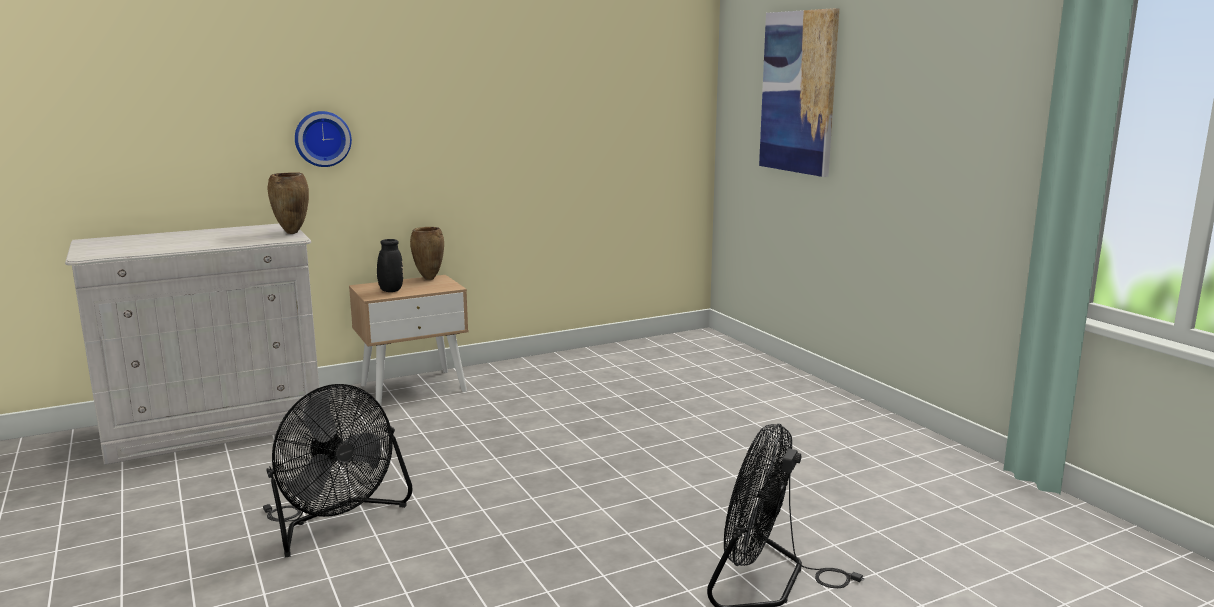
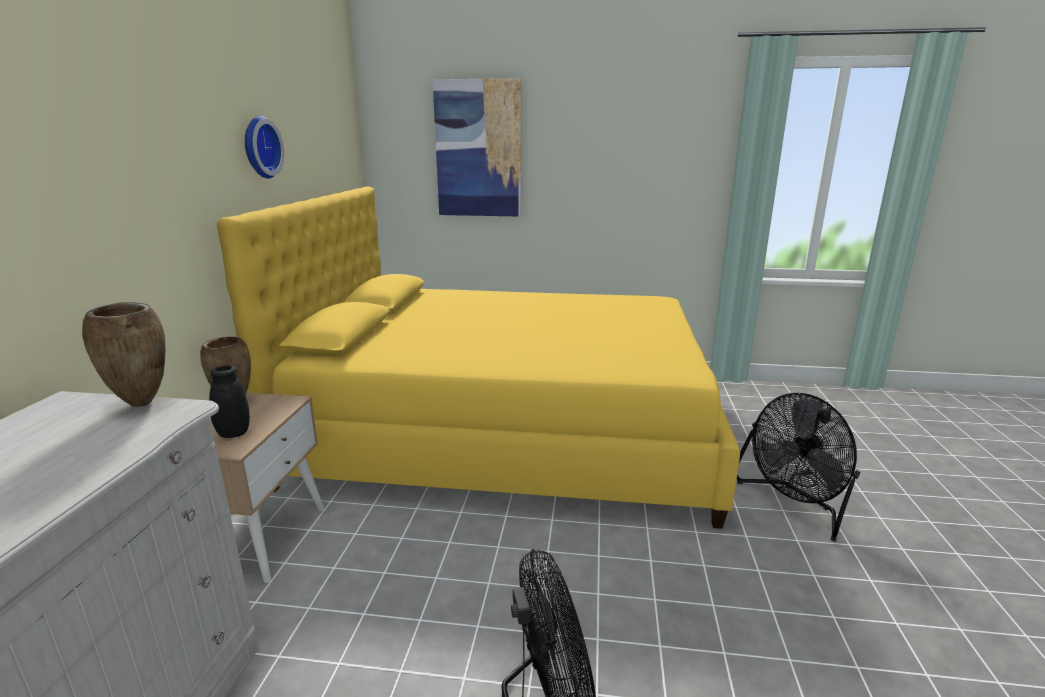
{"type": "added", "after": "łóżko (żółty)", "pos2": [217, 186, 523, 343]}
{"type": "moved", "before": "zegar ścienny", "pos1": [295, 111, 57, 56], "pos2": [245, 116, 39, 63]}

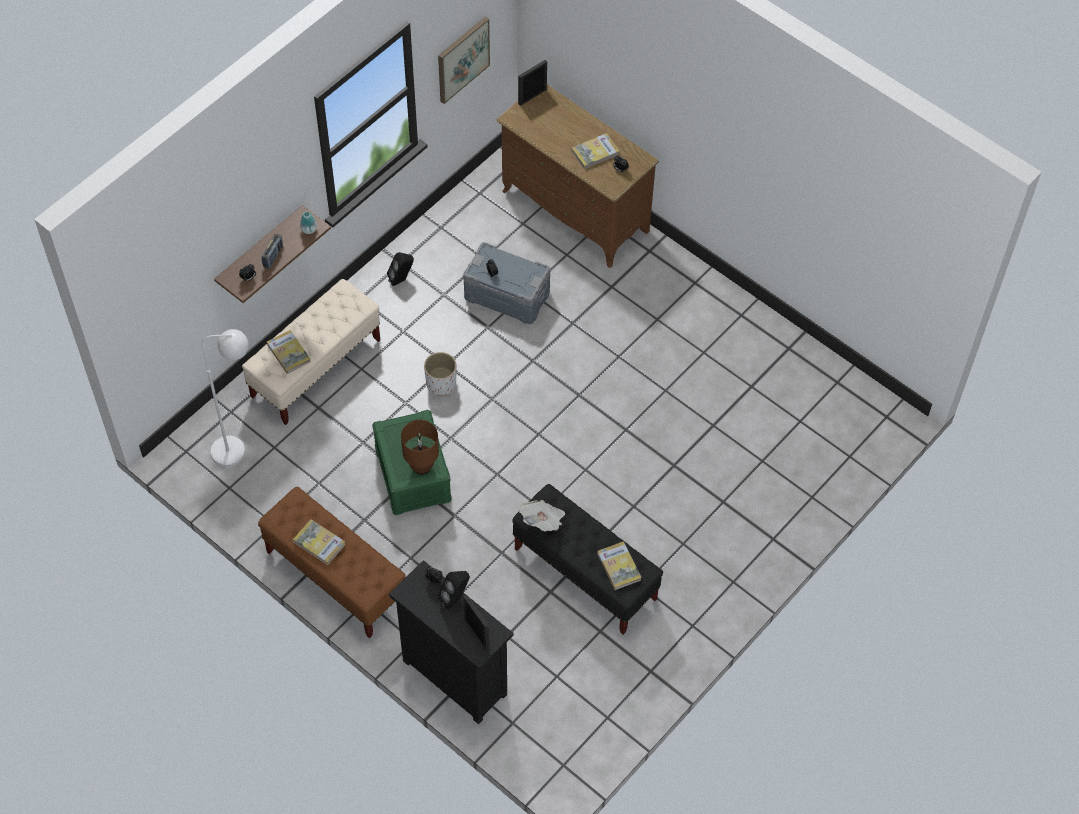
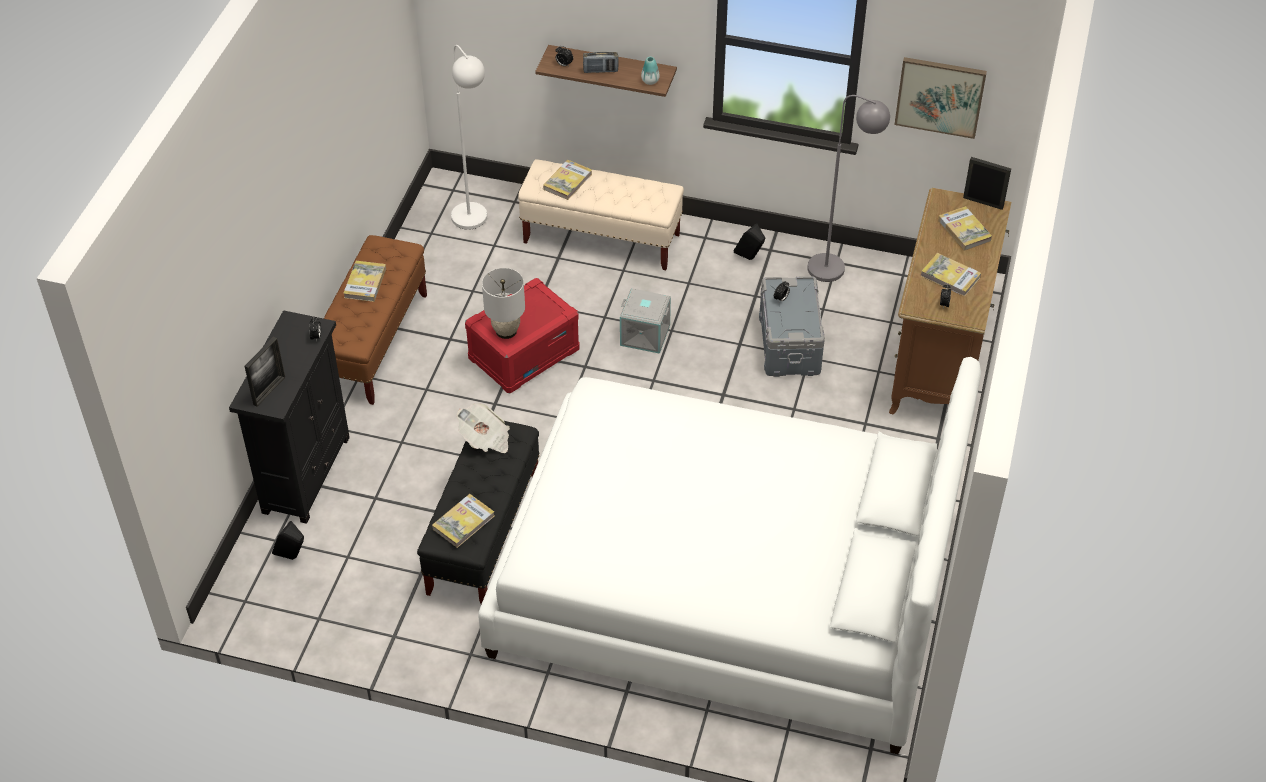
{"type": "added", "after": "łóżko (biały)", "pos2": [478, 357, 503, 397]}
{"type": "added", "after": "lampa stojąca (szary)", "pos2": [807, 95, 83, 187]}
{"type": "added", "after": "książka", "pos2": [938, 206, 54, 45]}
{"type": "moved", "before": "głośnik (czarny)", "pos1": [438, 571, 32, 39], "pos2": [272, 521, 32, 39]}
{"type": "replaced", "before": "donica (biały)", "after": "pojemnik do przechowywania (szary)", "pos1": [424, 352, 32, 44], "pos2": [620, 289, 51, 65]}
{"type": "recoloured", "before": "pojemnik do przechowywania (zielony)", "after": "pojemnik do przechowywania (czerwony)", "pos1": [372, 410, 80, 105], "pos2": [465, 278, 115, 115]}
{"type": "recoloured", "before": "lampa stołowa (brązowy)", "after": "lampa stołowa (biały)", "pos1": [401, 420, 38, 55], "pos2": [482, 268, 43, 71]}

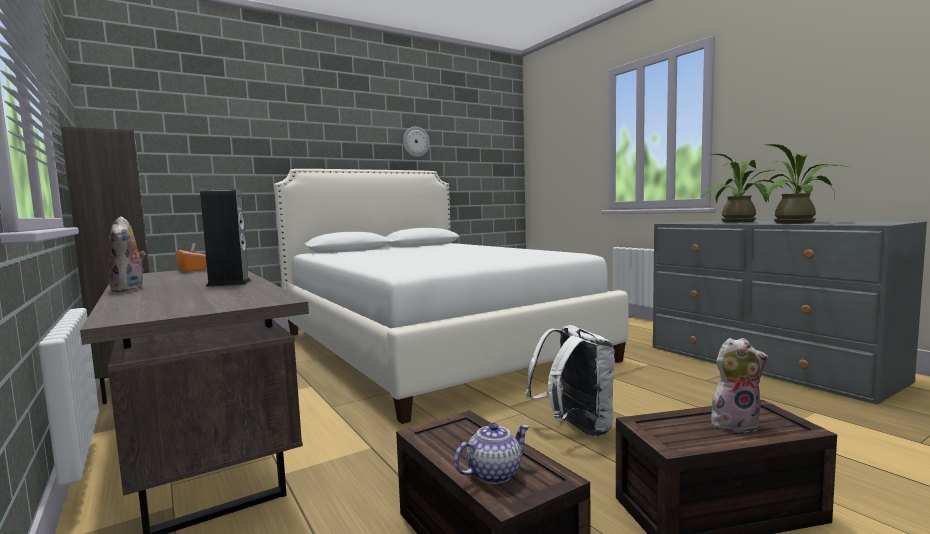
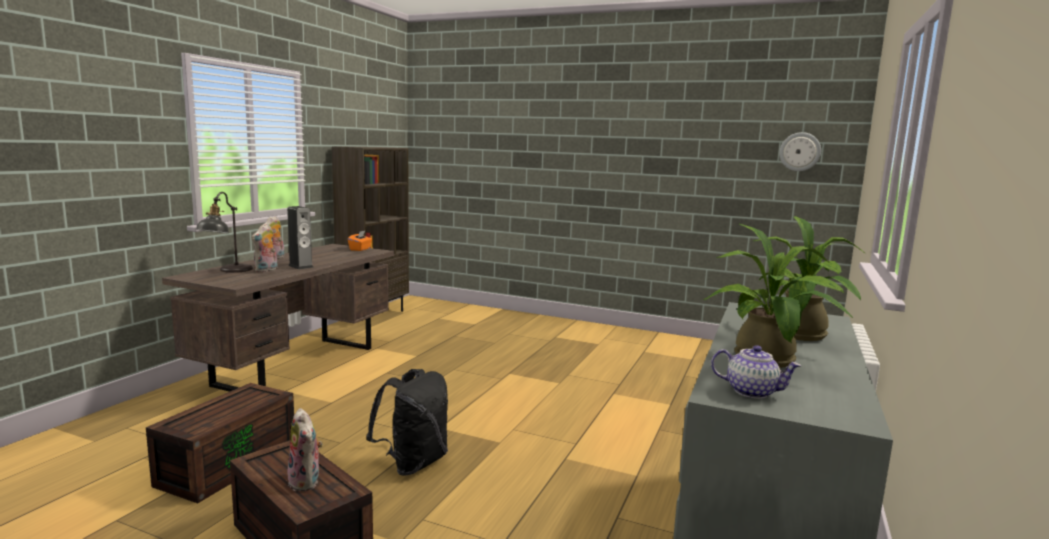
{"type": "removed", "before": "łóżko (biały)", "pos1": [274, 169, 354, 255]}
{"type": "added", "after": "lampa stołowa (szary)", "pos2": [196, 192, 57, 81]}
{"type": "added", "after": "pluszak", "pos2": [251, 224, 27, 49]}
{"type": "moved", "before": "zegar ścienny", "pos1": [403, 127, 27, 30], "pos2": [779, 132, 42, 39]}
{"type": "moved", "before": "imbryk", "pos1": [454, 423, 76, 61], "pos2": [711, 345, 90, 54]}
{"type": "recoloured", "before": "plecak (biały)", "after": "plecak (czarny)", "pos1": [525, 325, 90, 112], "pos2": [366, 369, 82, 107]}

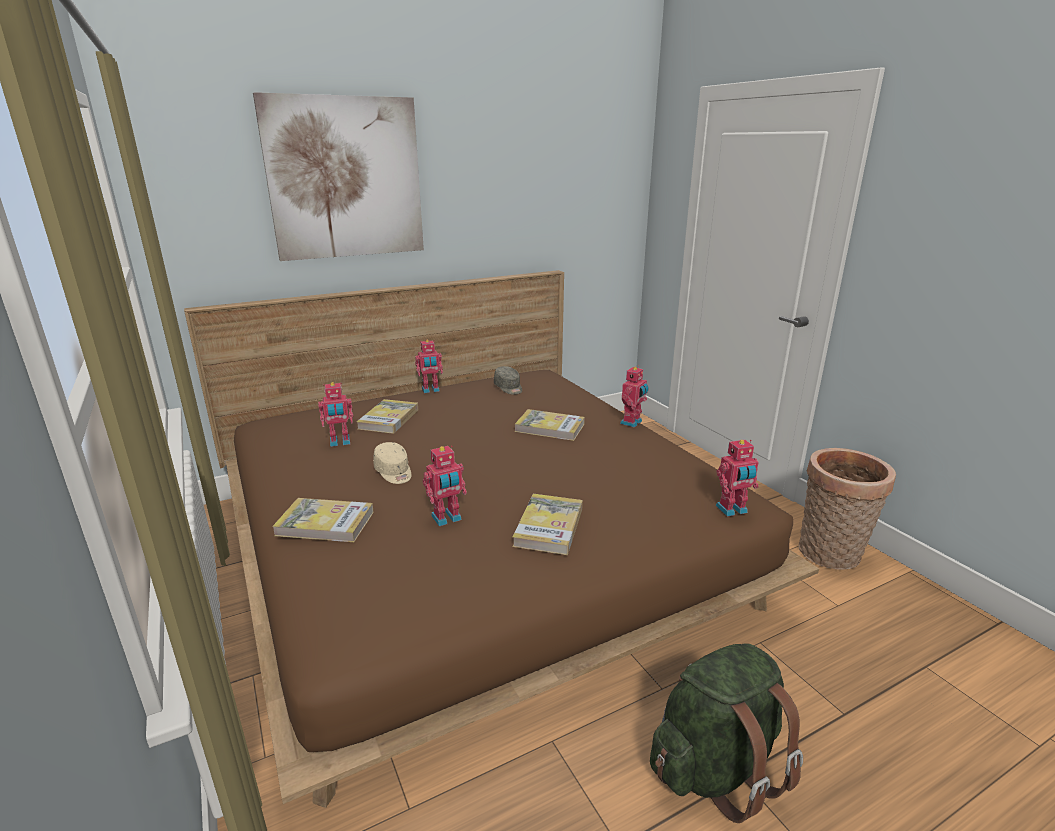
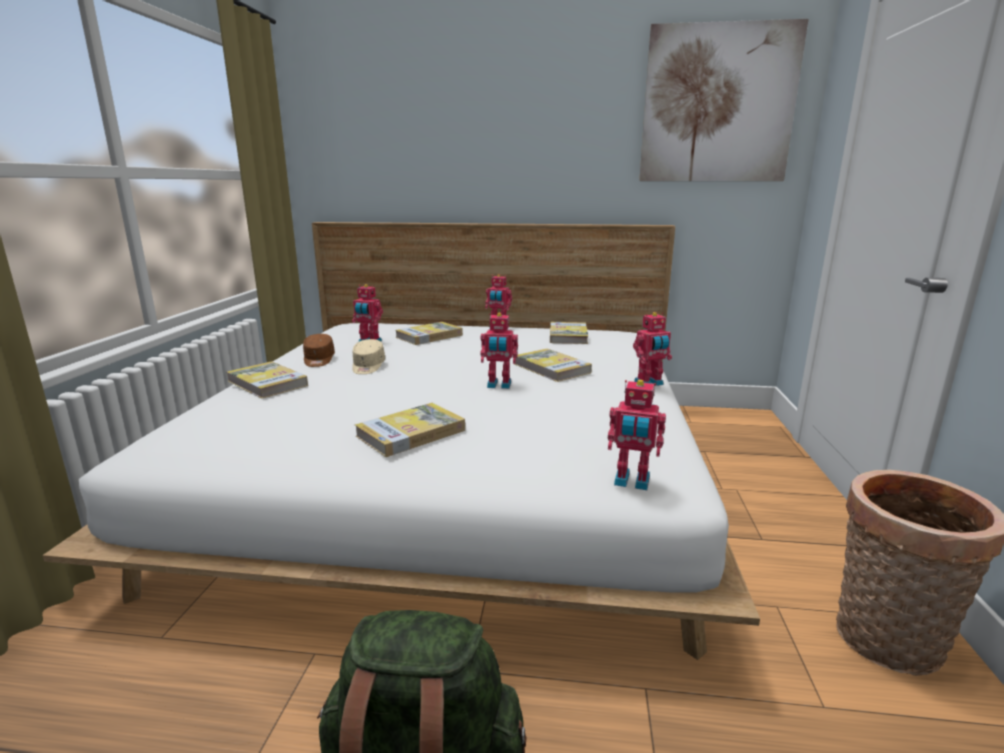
{"type": "added", "after": "czapka z daszkiem (brązowy)", "pos2": [303, 334, 32, 33]}
{"type": "moved", "before": "obraz", "pos1": [253, 92, 171, 169], "pos2": [639, 19, 169, 162]}
{"type": "moved", "before": "robot zabawkowy", "pos1": [423, 446, 44, 80], "pos2": [480, 313, 38, 76]}
{"type": "replaced", "before": "czapka z daszkiem (szary)", "after": "książka", "pos1": [494, 366, 28, 29], "pos2": [550, 322, 38, 22]}
{"type": "recoloured", "before": "łóżko (brązowy)", "after": "łóżko (biały)", "pos1": [184, 270, 635, 538], "pos2": [42, 222, 718, 438]}

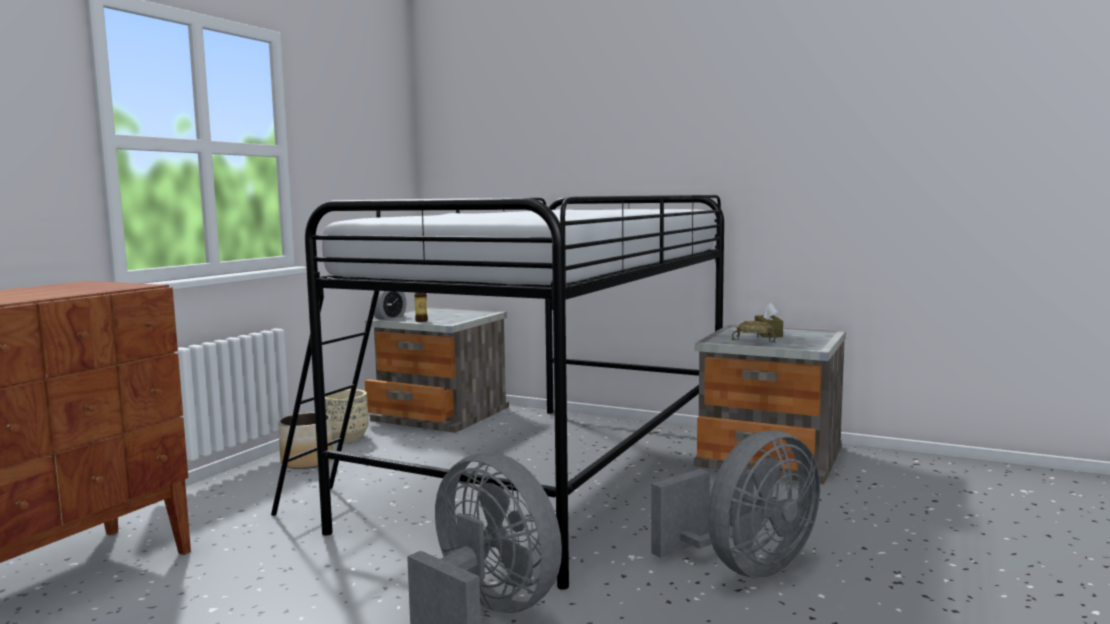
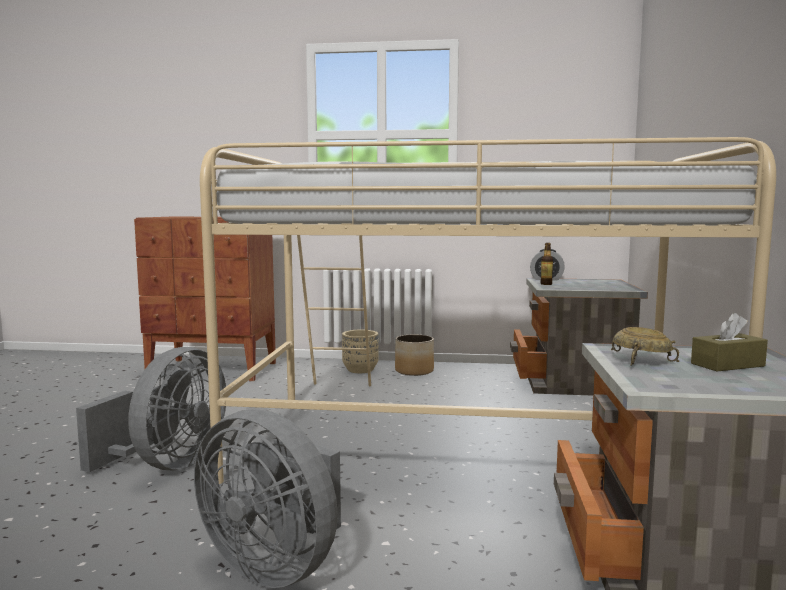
{"type": "moved", "before": "donica (beżowy)", "pos1": [325, 389, 44, 54], "pos2": [342, 329, 37, 44]}
{"type": "recoloured", "before": "łóżko (czarny)", "after": "łóżko (beżowy)", "pos1": [271, 195, 453, 395], "pos2": [200, 137, 576, 347]}

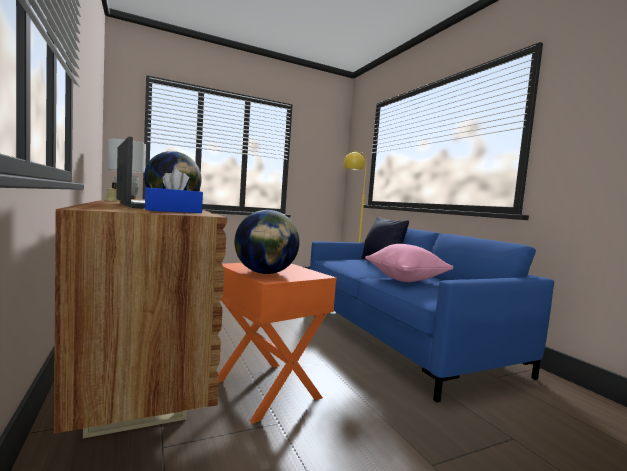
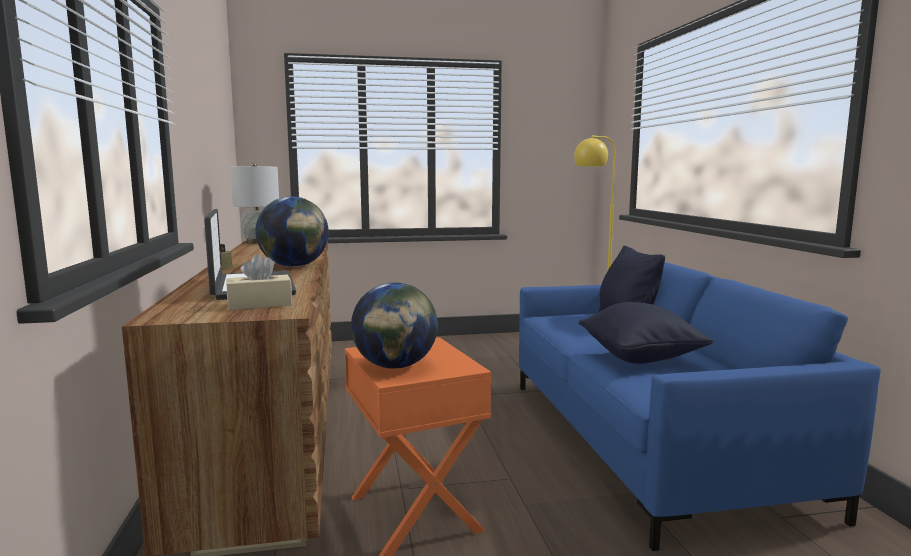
{"type": "recoloured", "before": "pudełko chusteczek (niebieski)", "after": "pudełko chusteczek (beżowy)", "pos1": [145, 169, 58, 44], "pos2": [226, 254, 66, 56]}
{"type": "recoloured", "before": "poduszka (różowy)", "after": "poduszka (czarny)", "pos1": [365, 244, 89, 38], "pos2": [579, 302, 134, 62]}

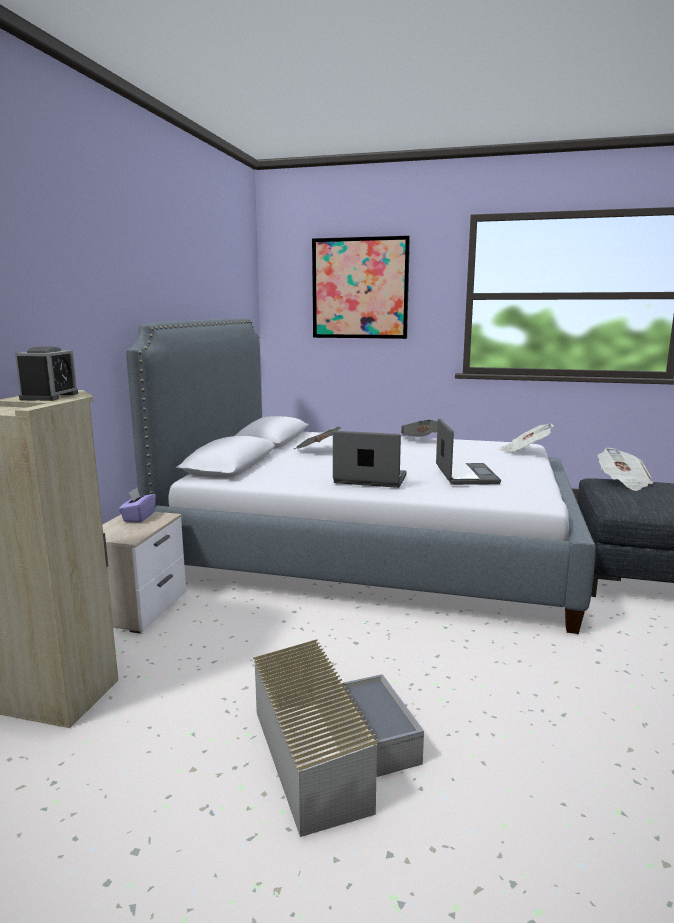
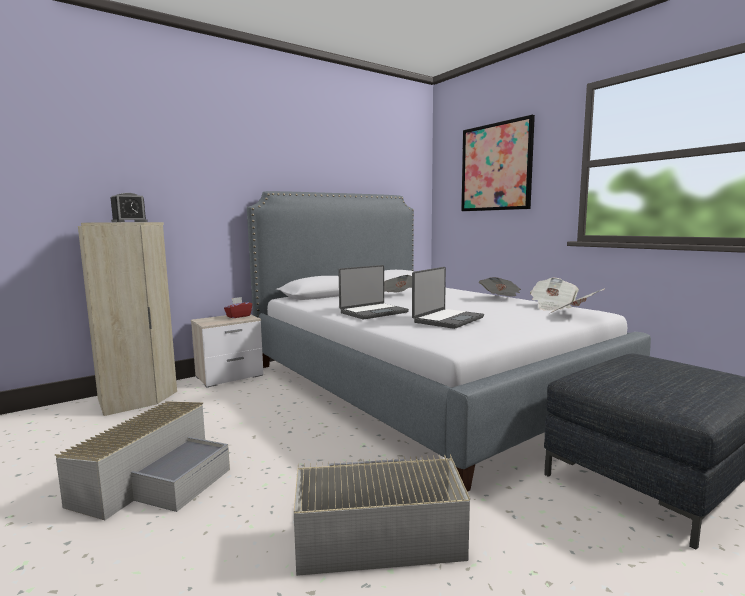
{"type": "added", "after": "pojemnik do przechowywania (szary)", "pos2": [294, 454, 176, 122]}
{"type": "moved", "before": "gazeta", "pos1": [598, 448, 55, 43], "pos2": [530, 278, 49, 33]}
{"type": "recoloured", "before": "pudełko chusteczek (fioletowy)", "after": "pudełko chusteczek (czerwony)", "pos1": [119, 488, 37, 34], "pos2": [224, 297, 28, 21]}
{"type": "turned", "before": "laptop", "pos1": [333, 431, 74, 57], "pos2": [338, 265, 71, 54], "turn": 90}

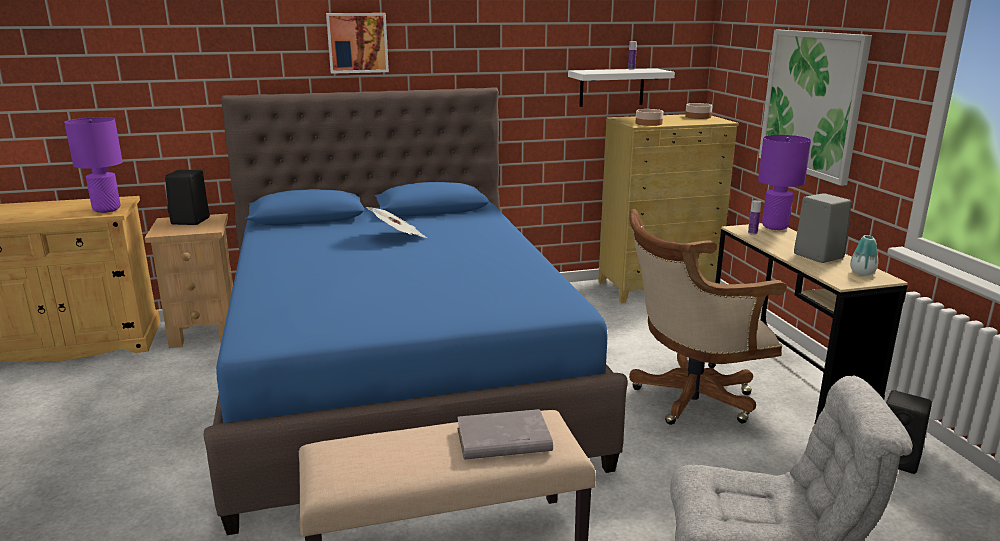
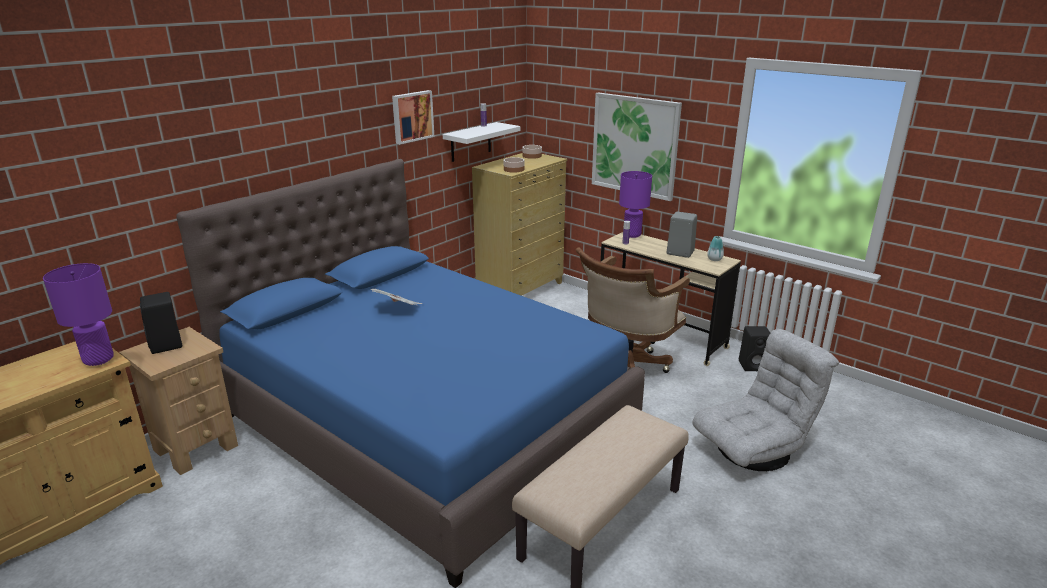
{"type": "removed", "before": "książka (szary)", "pos1": [457, 409, 96, 51]}
{"type": "moved", "before": "obraz", "pos1": [326, 13, 63, 61], "pos2": [392, 90, 42, 54]}

